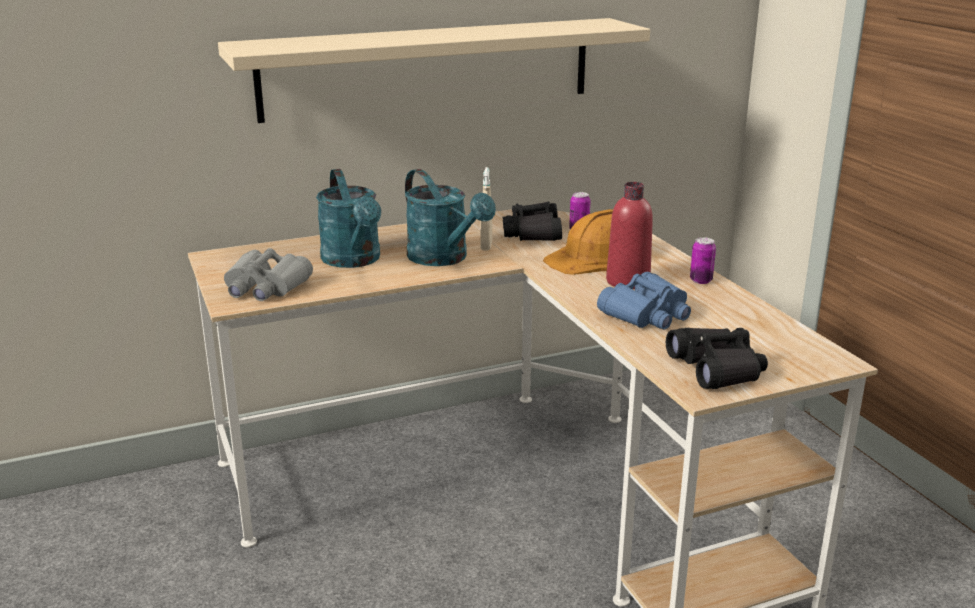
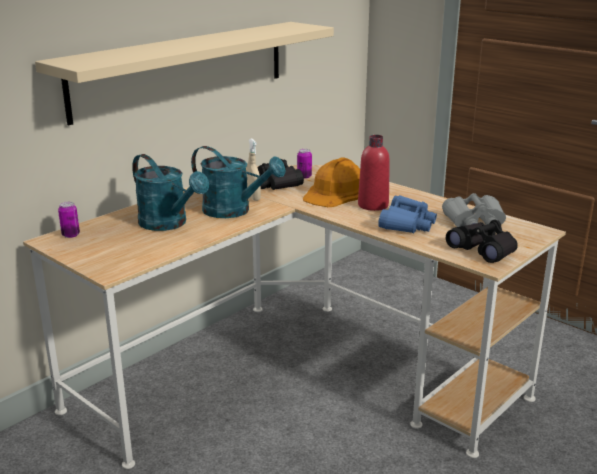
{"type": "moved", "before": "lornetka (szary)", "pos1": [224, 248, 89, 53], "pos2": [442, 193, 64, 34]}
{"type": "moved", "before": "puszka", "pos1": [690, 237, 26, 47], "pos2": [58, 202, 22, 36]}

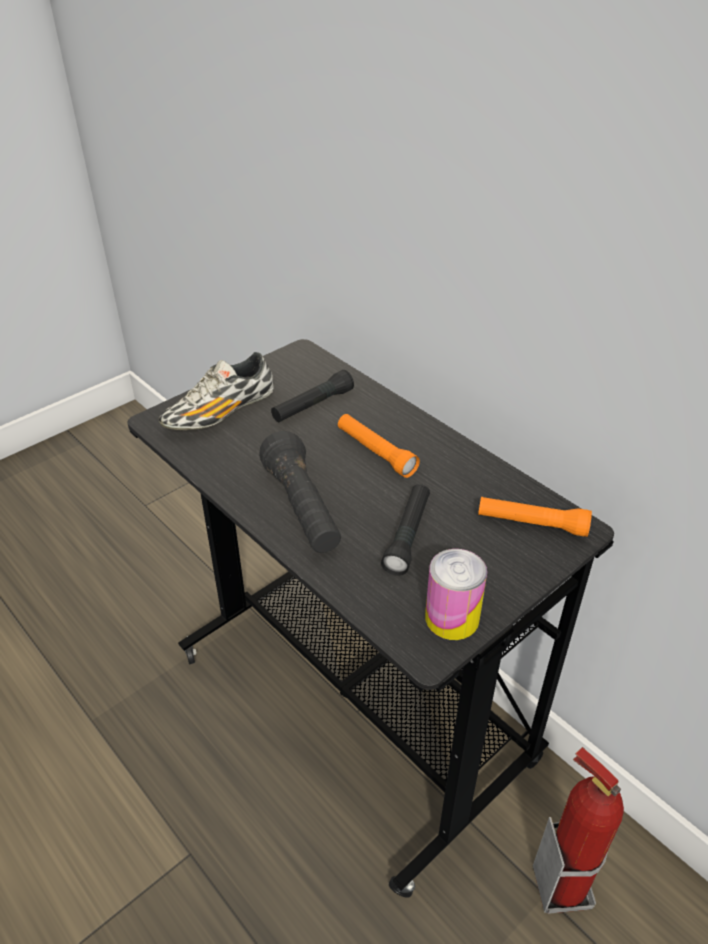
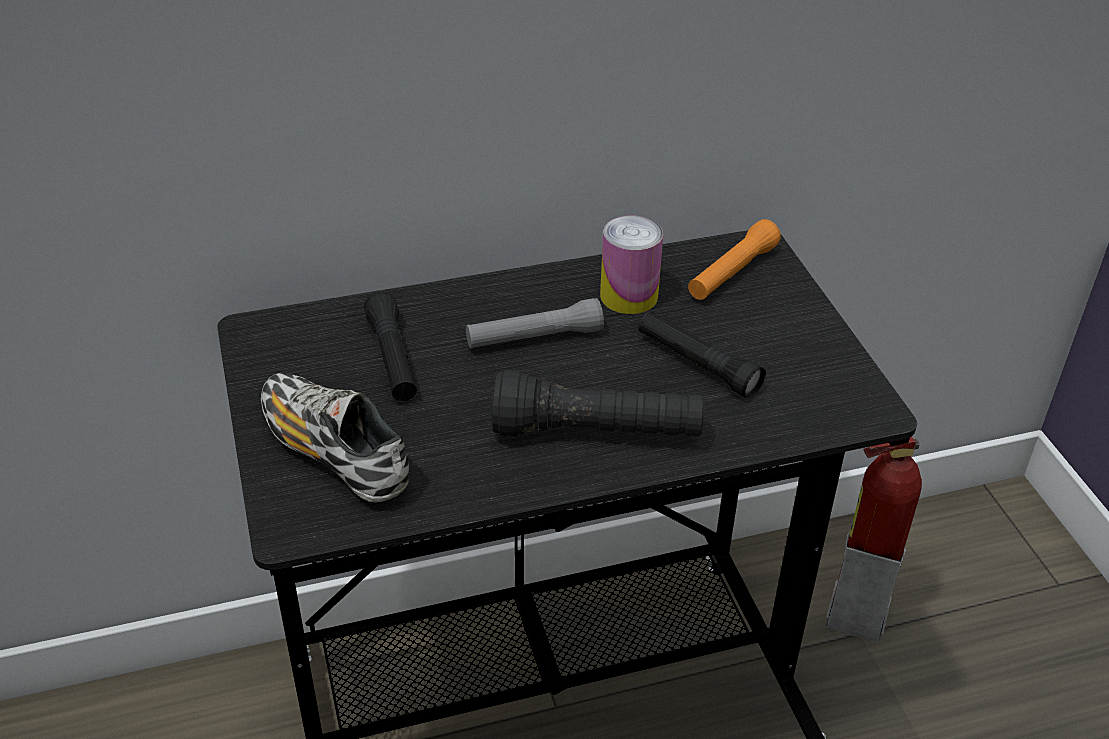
{"type": "moved", "before": "puszka", "pos1": [425, 549, 62, 91], "pos2": [600, 216, 63, 98]}
{"type": "recoloured", "before": "latarka (pomarańczowy)", "after": "latarka (szary)", "pos1": [338, 414, 82, 64], "pos2": [466, 298, 138, 51]}
{"type": "turned", "before": "but", "pos1": [158, 352, 116, 78], "pos2": [261, 373, 148, 129], "turn": 150}

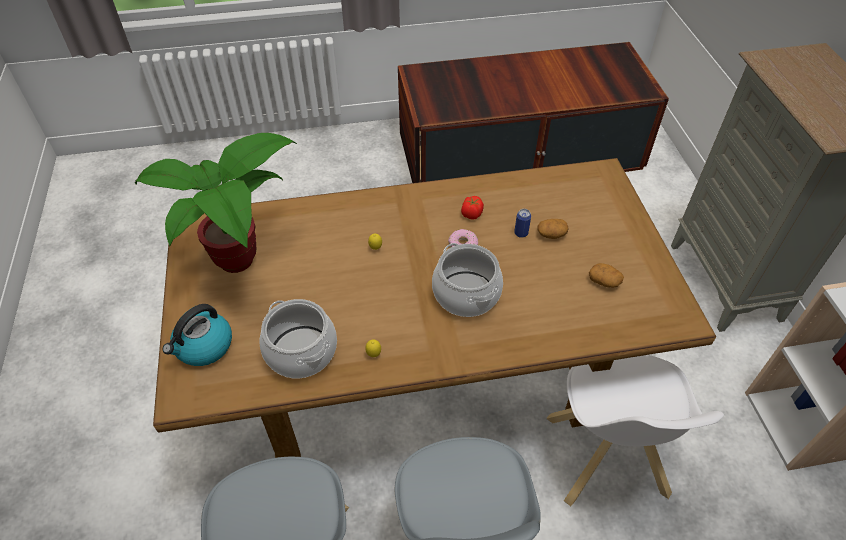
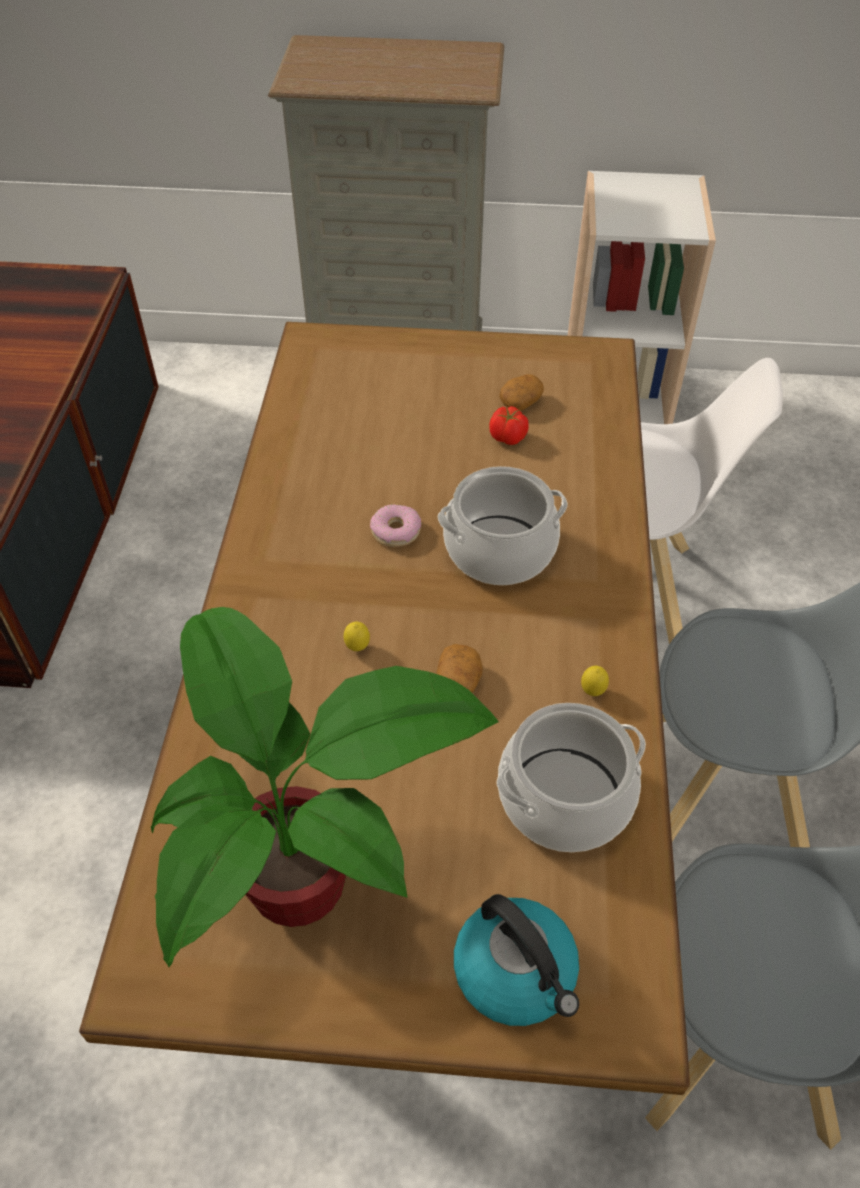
{"type": "removed", "before": "puszka", "pos1": [514, 209, 17, 29]}
{"type": "moved", "before": "pomidor", "pos1": [461, 196, 23, 24], "pos2": [489, 406, 40, 39]}
{"type": "moved", "before": "ziemniak", "pos1": [538, 219, 31, 20], "pos2": [436, 644, 47, 49]}

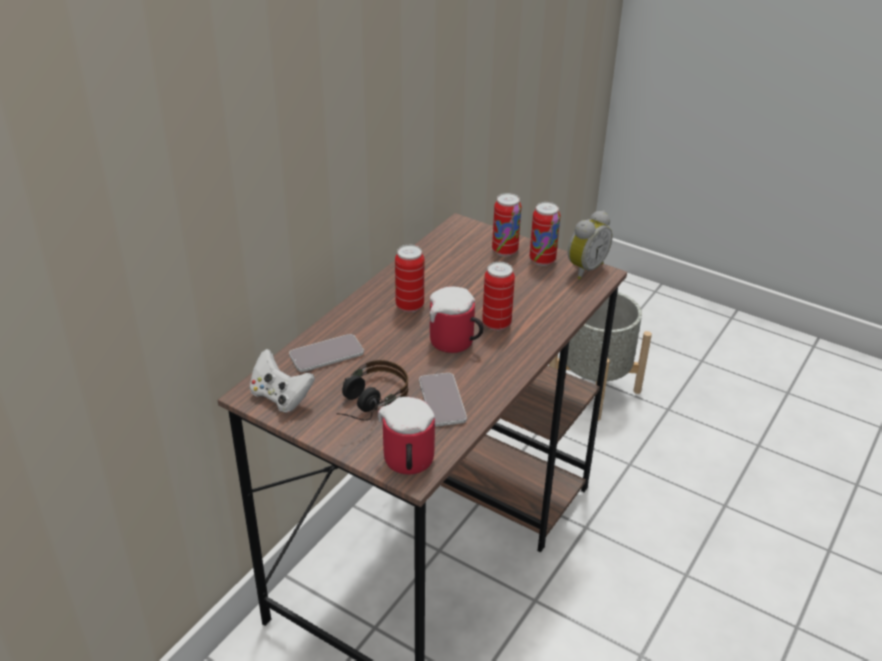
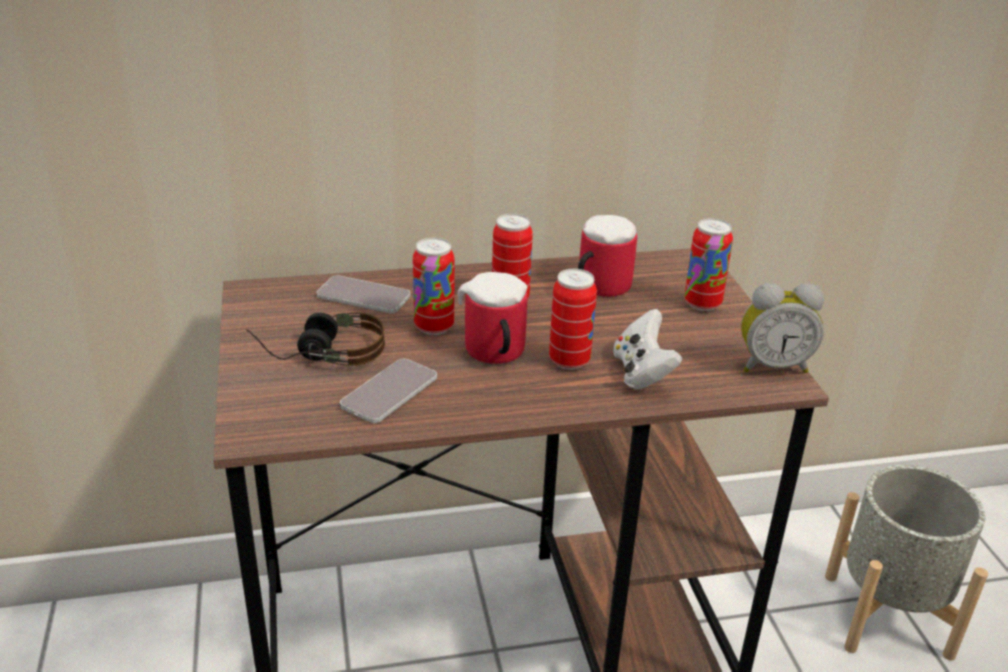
{"type": "moved", "before": "pad do gier (biały)", "pos1": [250, 349, 65, 64], "pos2": [613, 309, 69, 81]}
{"type": "moved", "before": "kubek", "pos1": [378, 397, 57, 78], "pos2": [578, 215, 59, 82]}
{"type": "moved", "before": "puszka", "pos1": [530, 202, 30, 64], "pos2": [413, 238, 42, 97]}

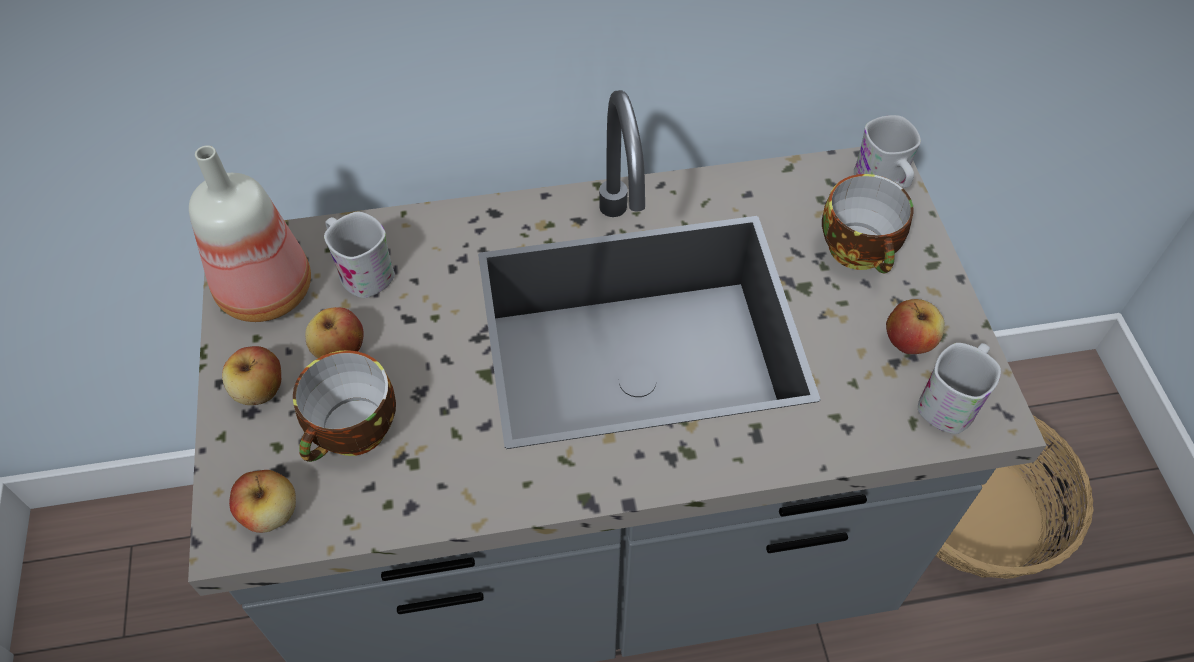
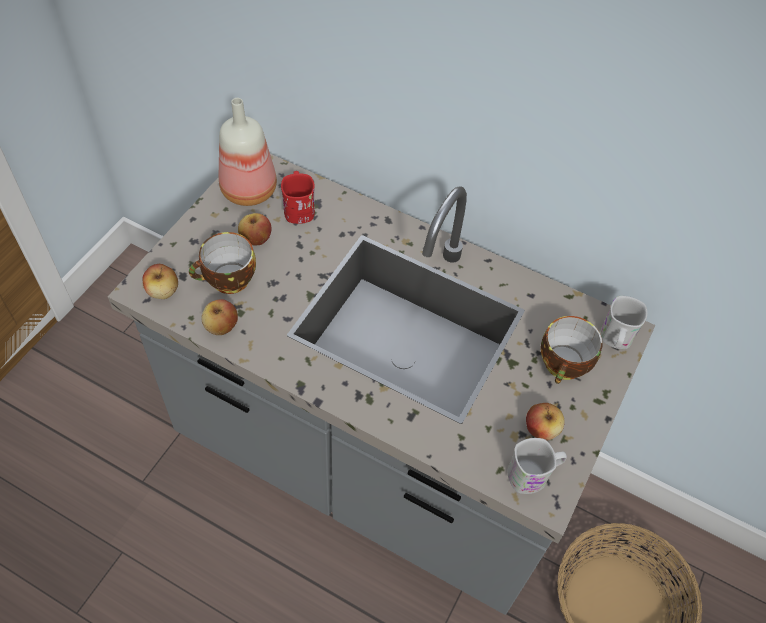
{"type": "moved", "before": "jabłko", "pos1": [222, 346, 59, 59], "pos2": [201, 299, 37, 36]}
{"type": "recoloured", "before": "kubek (biały)", "after": "kubek (czerwony)", "pos1": [324, 212, 71, 86], "pos2": [281, 171, 34, 53]}

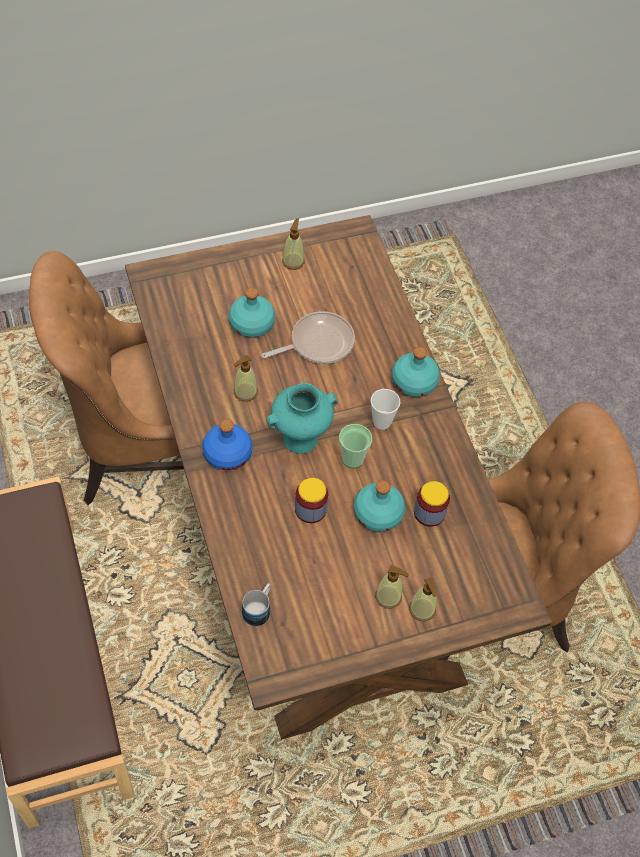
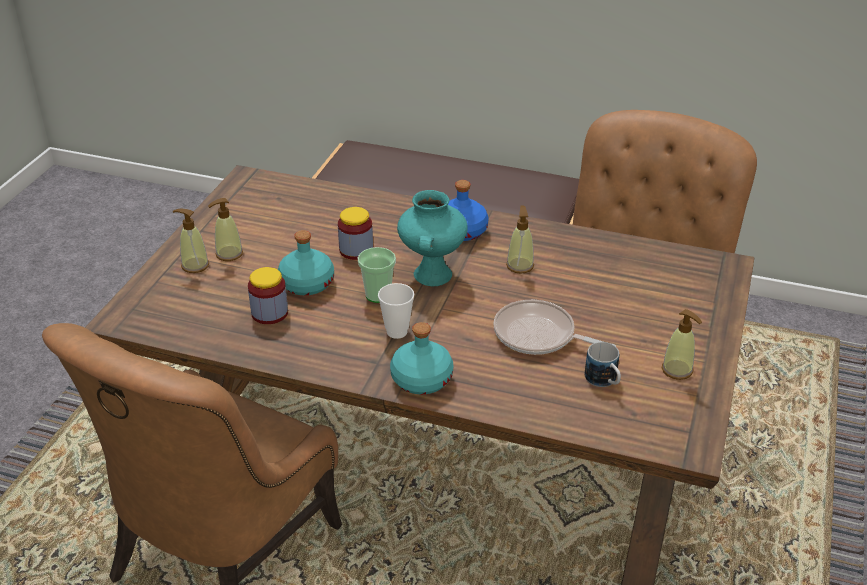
{"type": "removed", "before": "butelka (turkusowy)", "pos1": [229, 287, 46, 51]}
{"type": "moved", "before": "kubek", "pos1": [242, 583, 29, 43], "pos2": [585, 342, 36, 45]}
{"type": "turned", "before": "patelnia", "pos1": [261, 311, 94, 53], "pos2": [493, 300, 123, 55], "turn": 105}

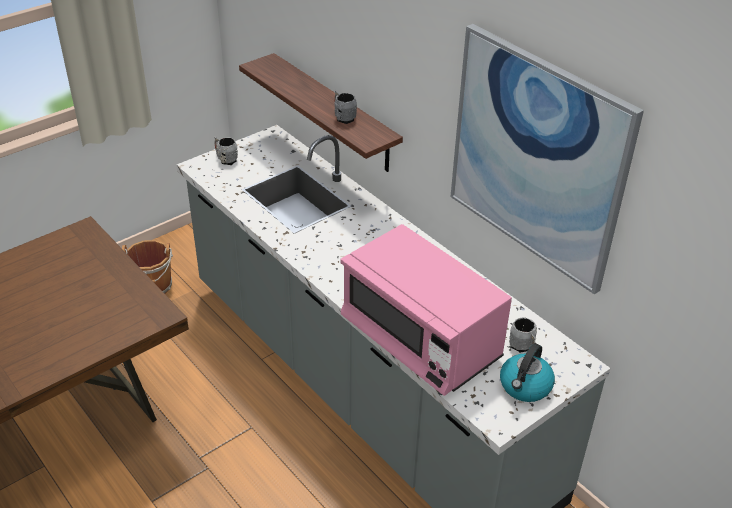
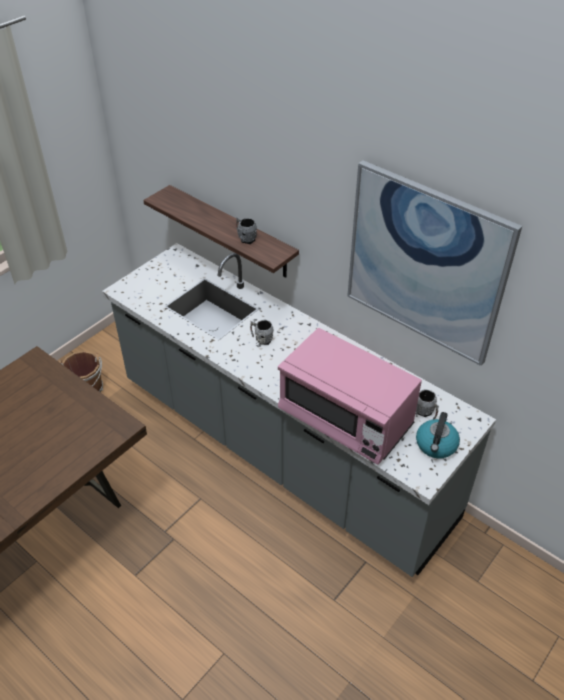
{"type": "moved", "before": "kubek (szary)", "pos1": [214, 137, 24, 28], "pos2": [250, 319, 24, 26]}

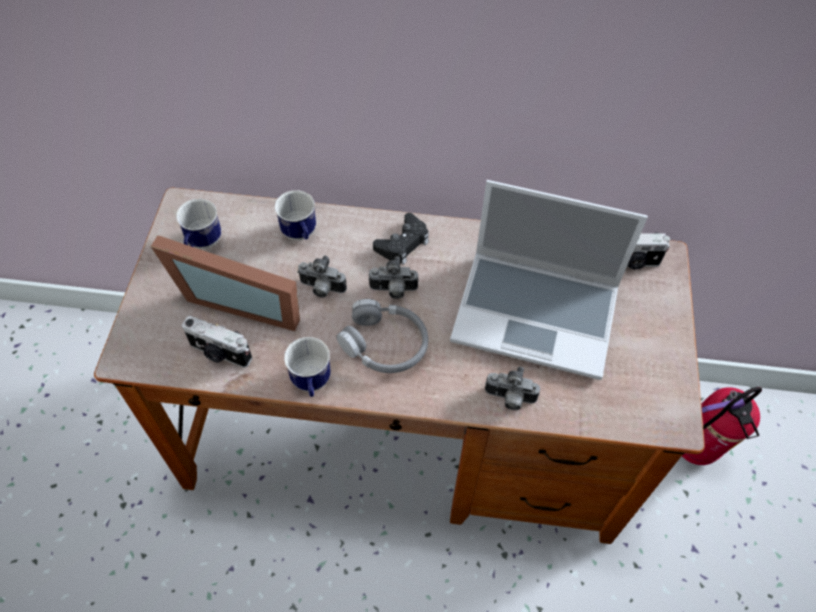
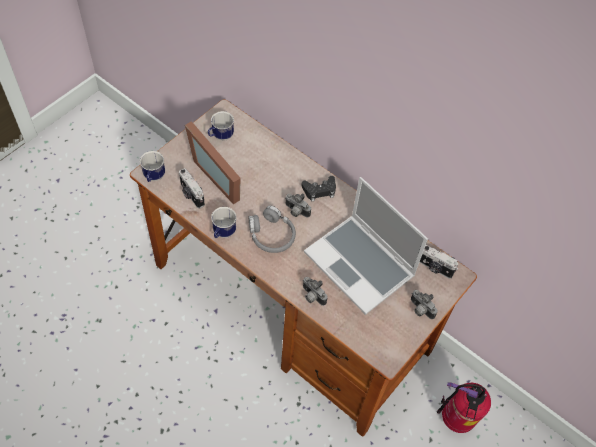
{"type": "moved", "before": "kubek", "pos1": [275, 190, 41, 50], "pos2": [140, 151, 25, 31]}
{"type": "moved", "before": "aparat fotograficzny", "pos1": [297, 255, 50, 43], "pos2": [411, 290, 27, 29]}

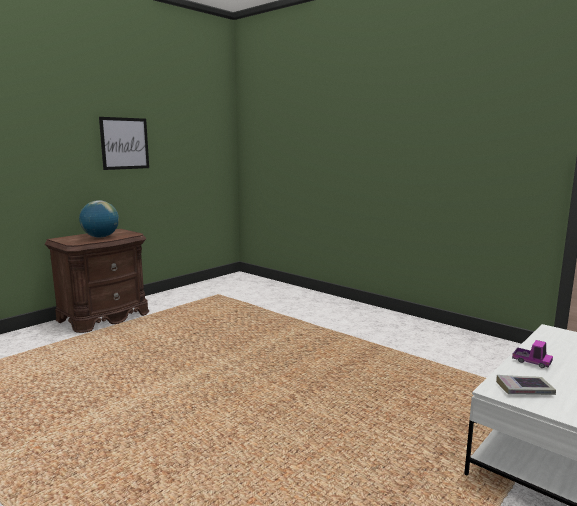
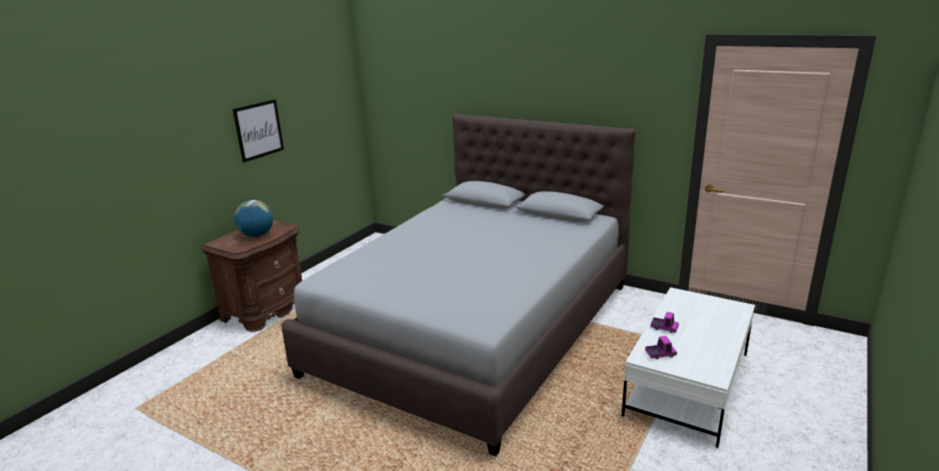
{"type": "added", "after": "łóżko (szary)", "pos2": [281, 114, 354, 342]}
{"type": "replaced", "before": "książka", "after": "ciężarówka zabawkowa", "pos1": [496, 375, 60, 20], "pos2": [645, 336, 32, 23]}

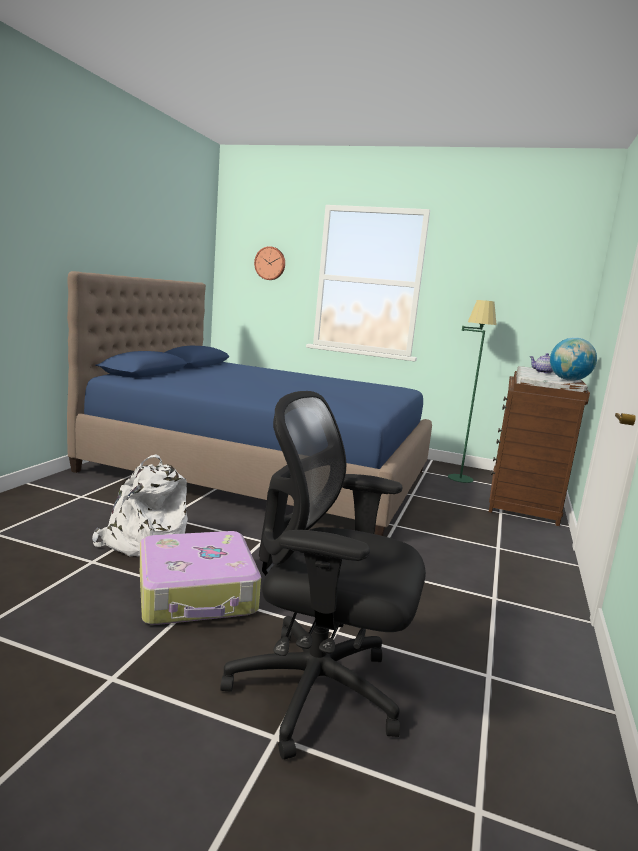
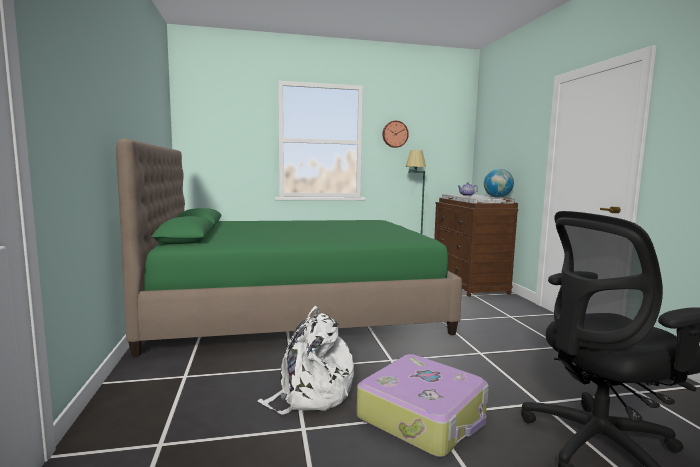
{"type": "moved", "before": "zegar ścienny", "pos1": [254, 246, 31, 34], "pos2": [382, 121, 27, 27]}
{"type": "recoloured", "before": "łóżko (niebieski)", "after": "łóżko (zielony)", "pos1": [67, 271, 365, 265], "pos2": [116, 139, 346, 218]}

